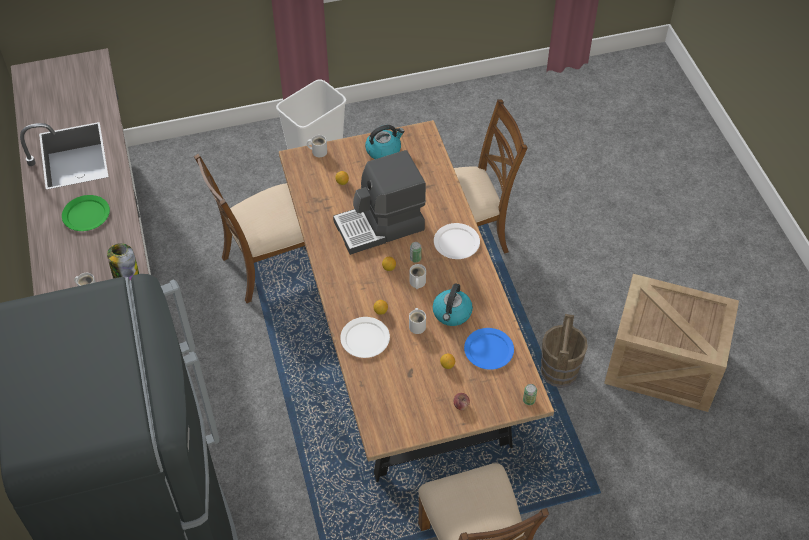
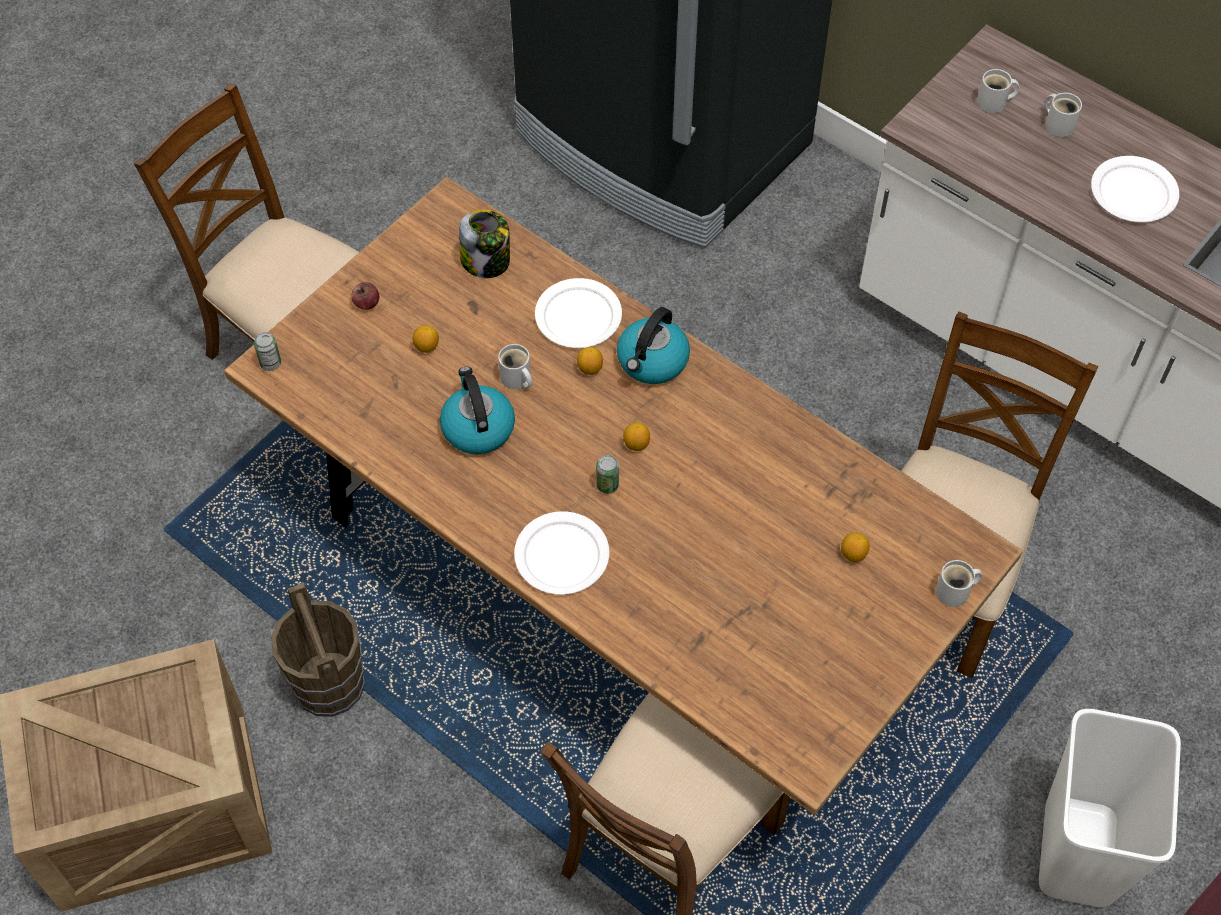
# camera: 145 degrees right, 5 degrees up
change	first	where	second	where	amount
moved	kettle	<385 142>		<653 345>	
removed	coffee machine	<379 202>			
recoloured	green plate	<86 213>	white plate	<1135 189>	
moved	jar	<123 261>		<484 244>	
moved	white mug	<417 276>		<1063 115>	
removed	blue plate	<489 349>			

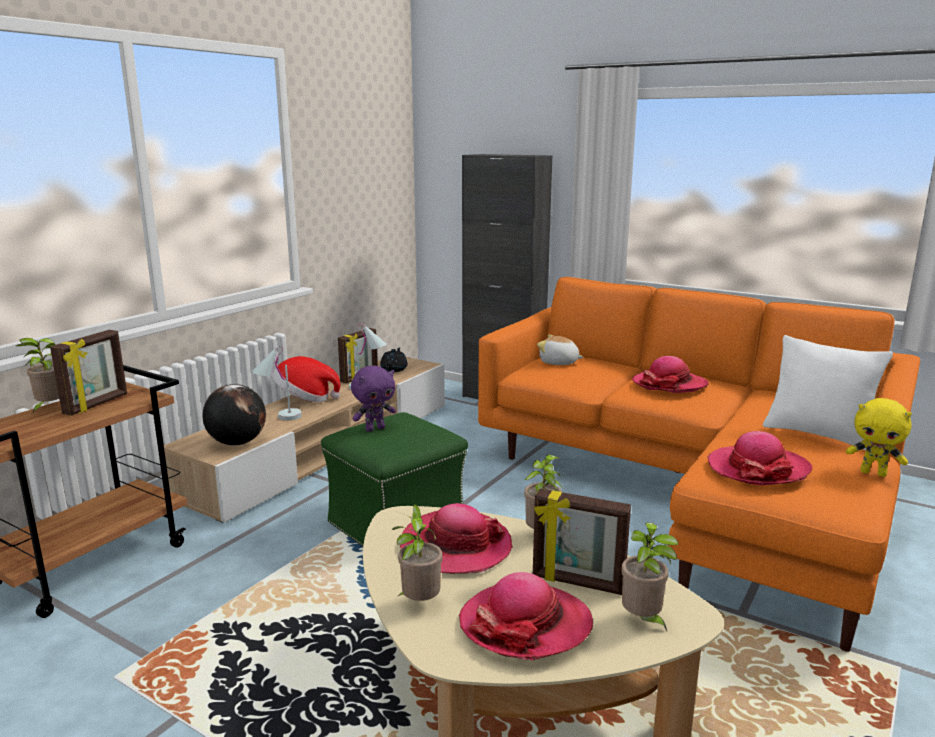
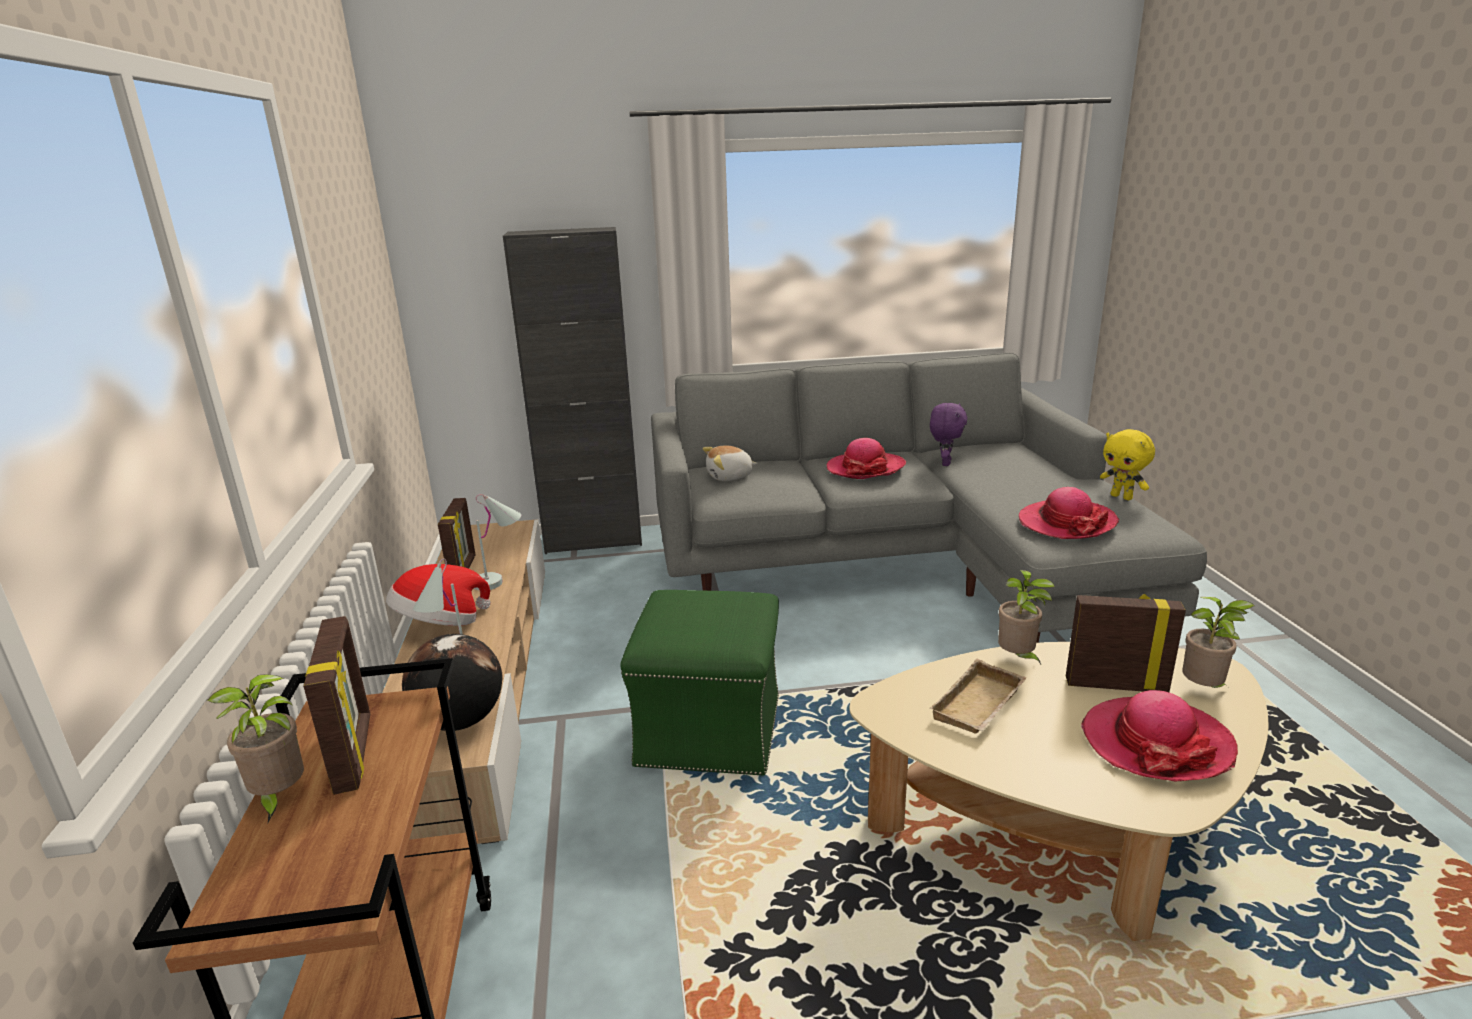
# camera: 40 degrees left, 5 degrees up
change	first	where	second	where	amount
recoloured	orange sofa	<699 464>	grey sofa	<929 498>	
removed	white pillow	<828 392>			
removed	black teapot	<394 359>			
moved	purple plush toy	<373 399>		<948 434>	
turned	yellow plush toy	<879 437>		<1127 464>	60 degrees clockwise
turned	picture frame	<582 542>		<1126 643>	150 degrees counterclockwise
replaced	hat	<456 538>	beige tray	<978 696>	
removed	potted plant	<417 552>			

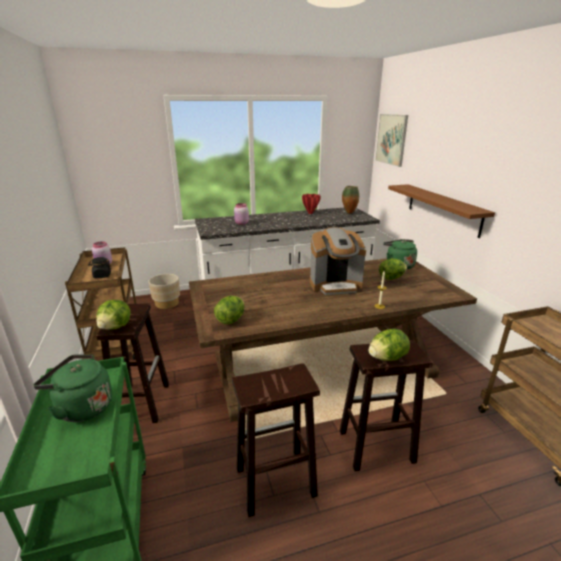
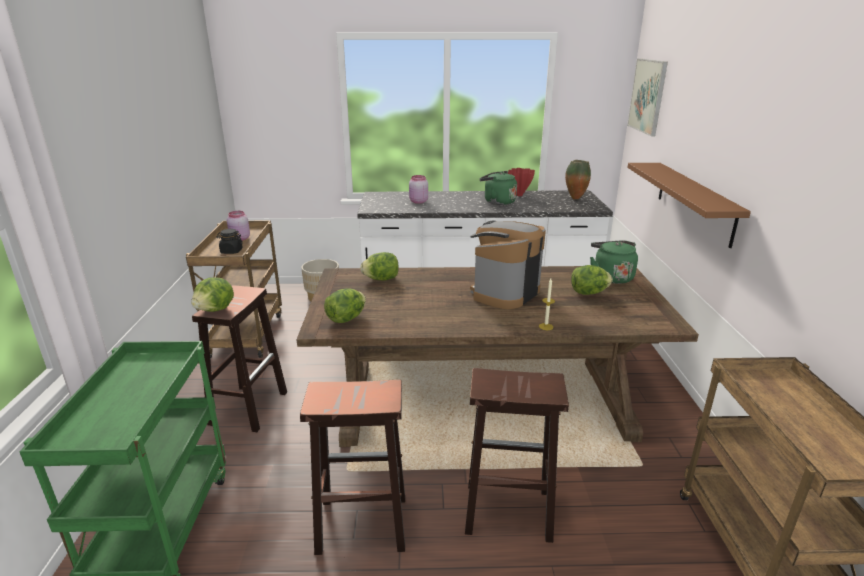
# camera: 15 degrees right, 0 degrees up
change	first	where	second	where	amount
turned	coffee machine	<338 261>		<508 264>	120 degrees clockwise
moved	lettuce	<389 345>		<379 266>	
moved	green kettle	<72 388>		<498 188>	

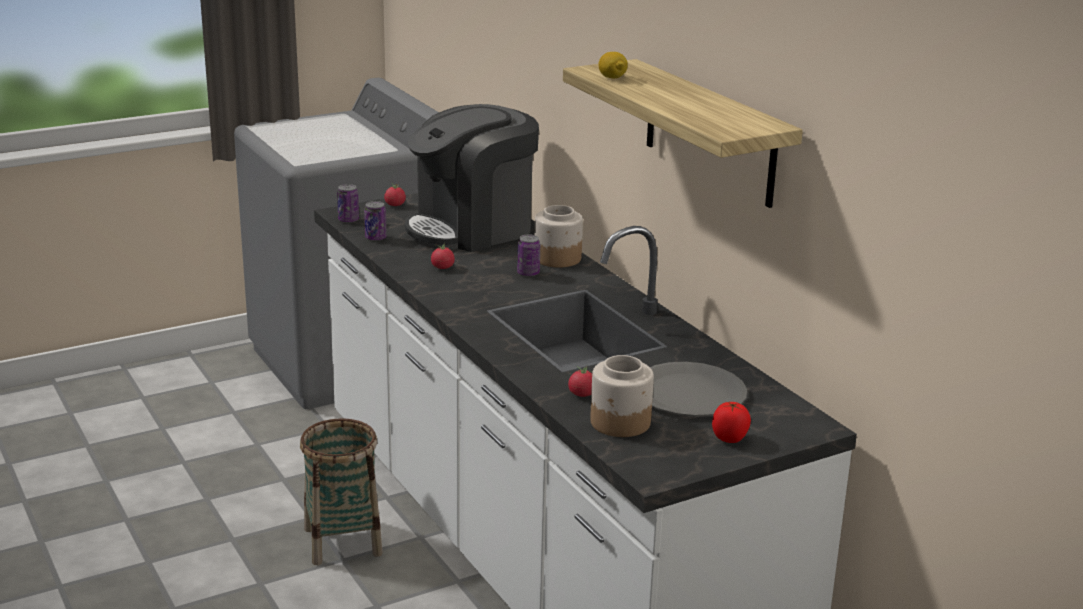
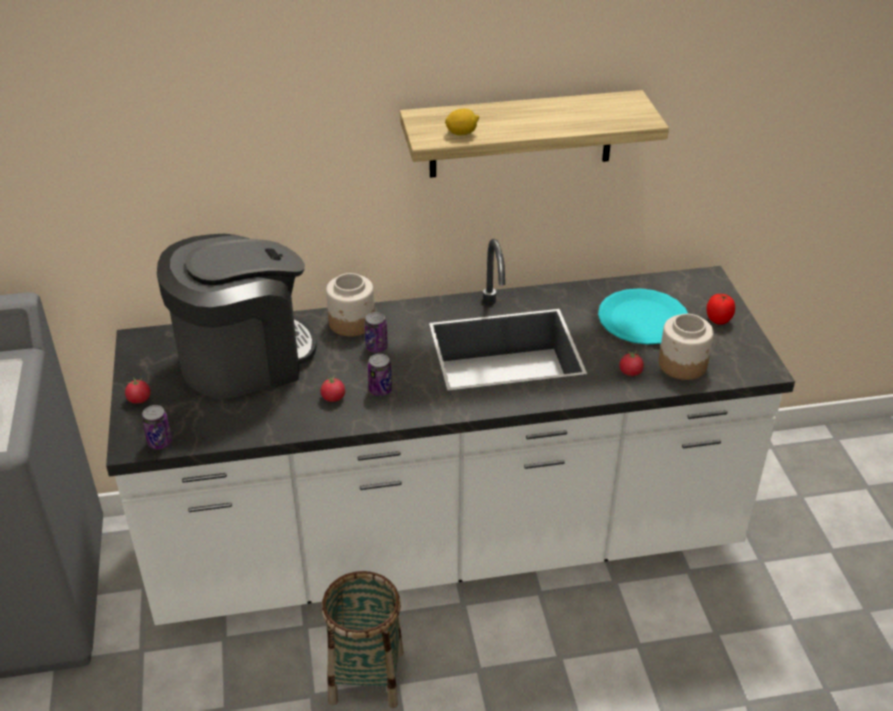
# camera: 70 degrees left, 15 degrees up
change	first	where	second	where	amount
turned	coffee machine	<472 178>		<237 316>	105 degrees counterclockwise
moved	can	<375 221>		<380 375>	
recoloured	grey plate	<698 389>	turquoise plate	<643 316>	

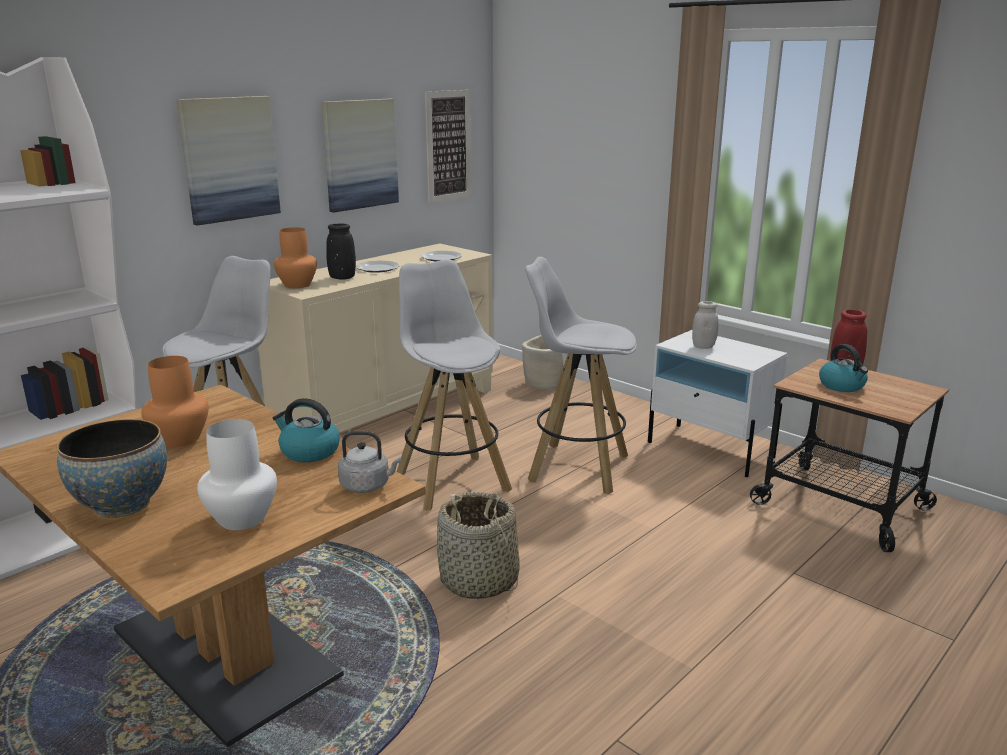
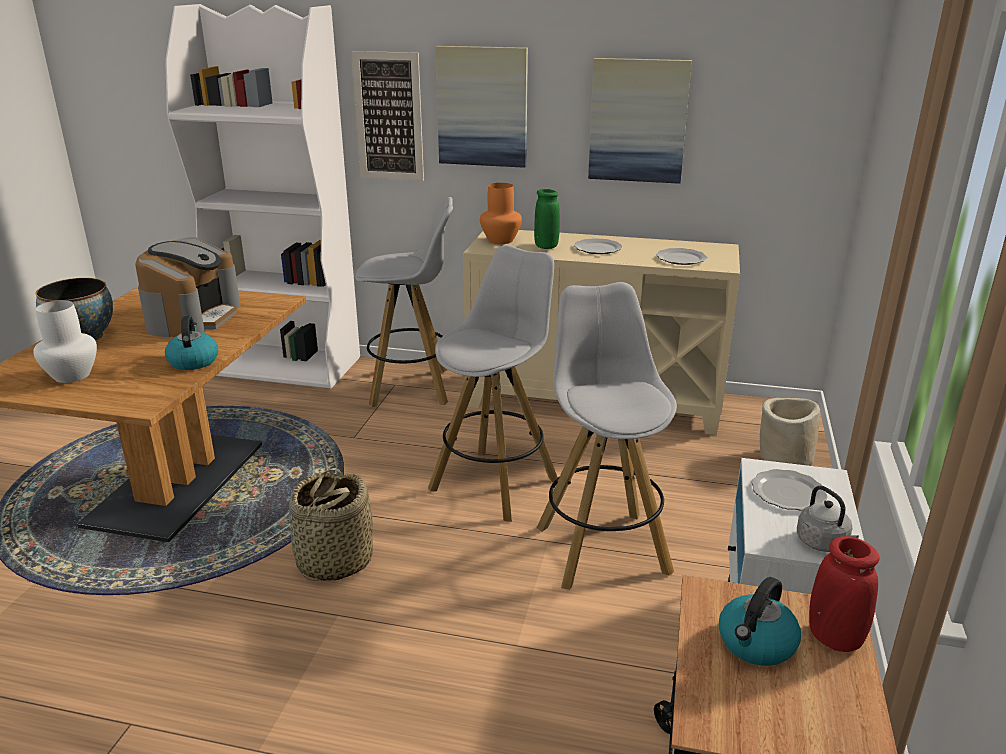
# camera: 60 degrees right, 5 degrees up
change	first	where	second	where	amount
moved	picture	<448 146>		<387 116>	
recoloured	black vase	<341 252>	green vase	<547 219>	
replaced	white jar	<705 325>	plate	<789 490>	
replaced	orange vase	<175 401>	coffee machine	<188 287>	
moved	grey kettle	<369 462>		<828 519>	

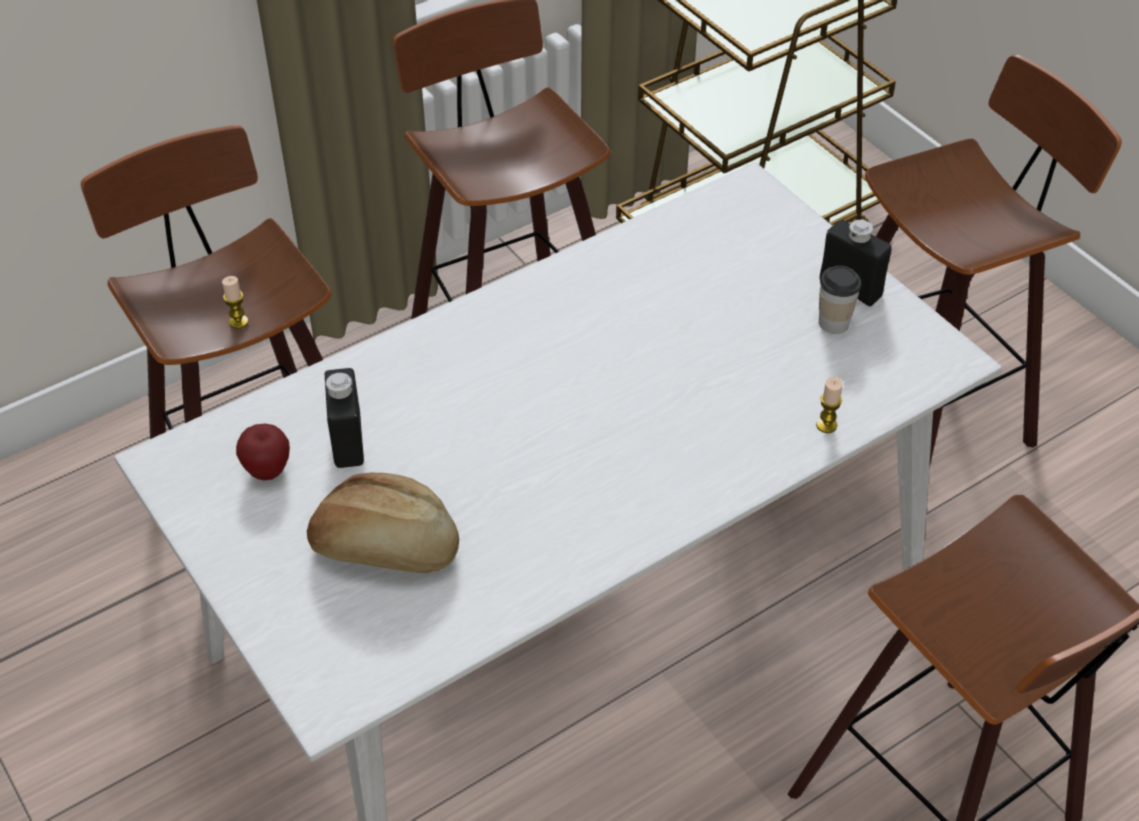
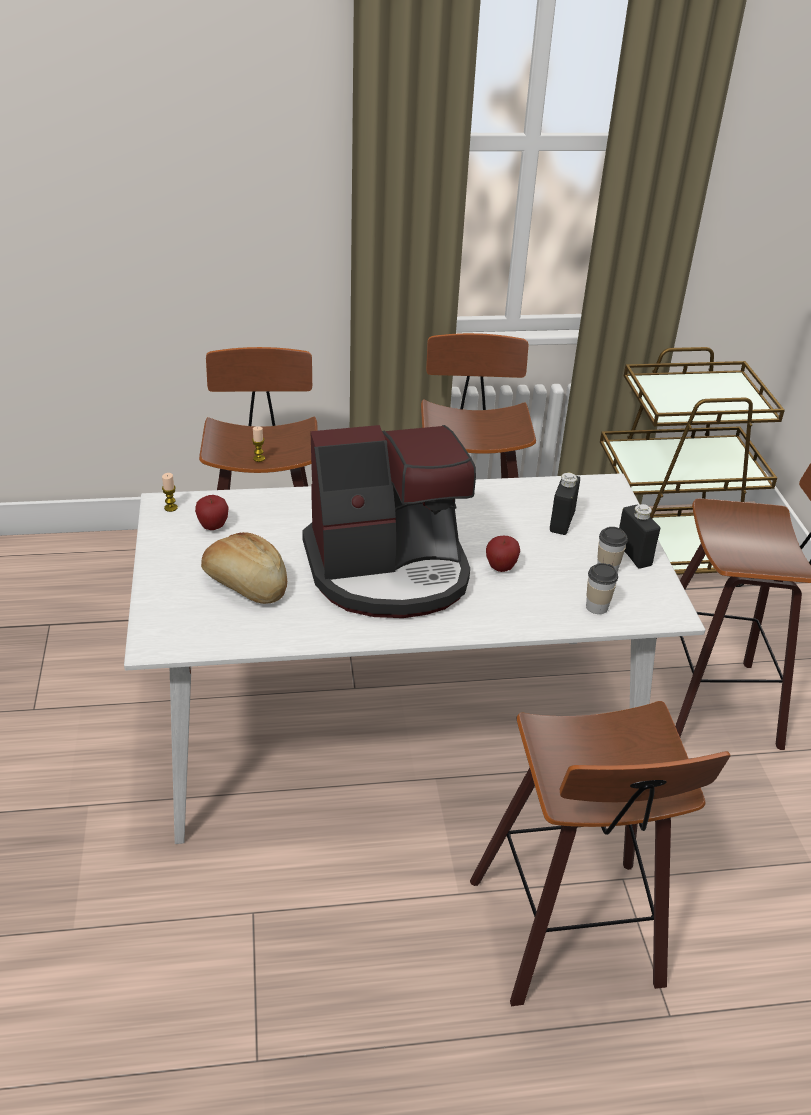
# camera: 25 degrees right, 10 degrees down
change	first	where	second	where	amount
moved	black bottle	<344 418>		<565 504>	
moved	candle	<829 405>		<170 492>	
added			coffee machine	<389 521>	
added			apple	<503 554>	
added			cup	<602 588>	

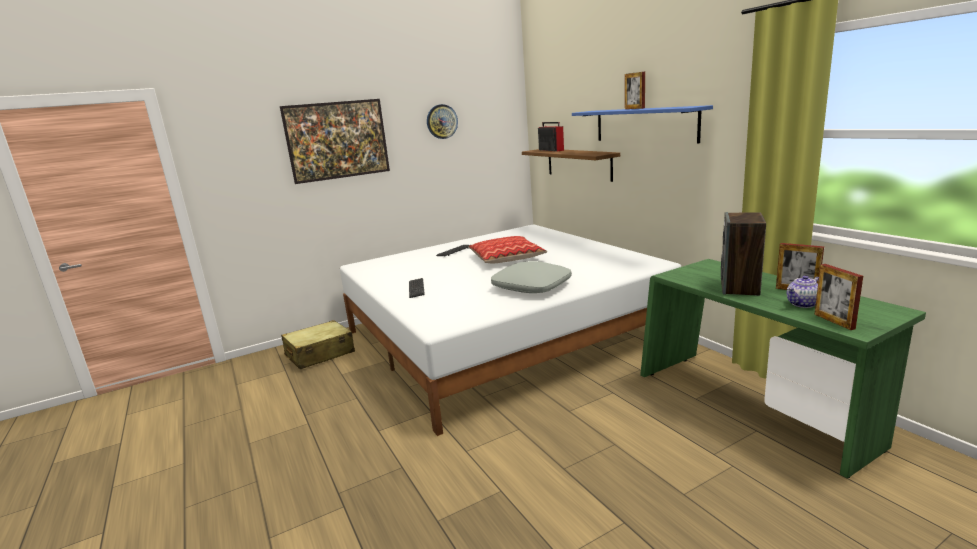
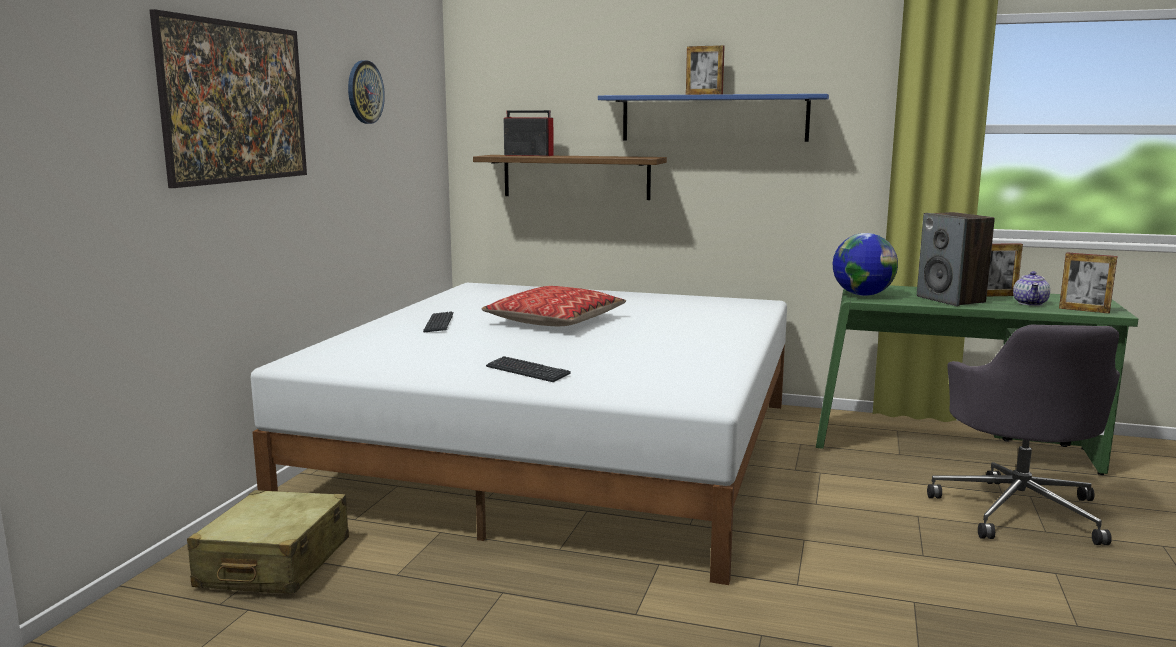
# camera: 45 degrees left, 5 degrees down
change	first	where	second	where	amount
removed	grey pillow	<531 277>			
added			globe	<865 264>	
added			grey office chair	<1023 435>	

